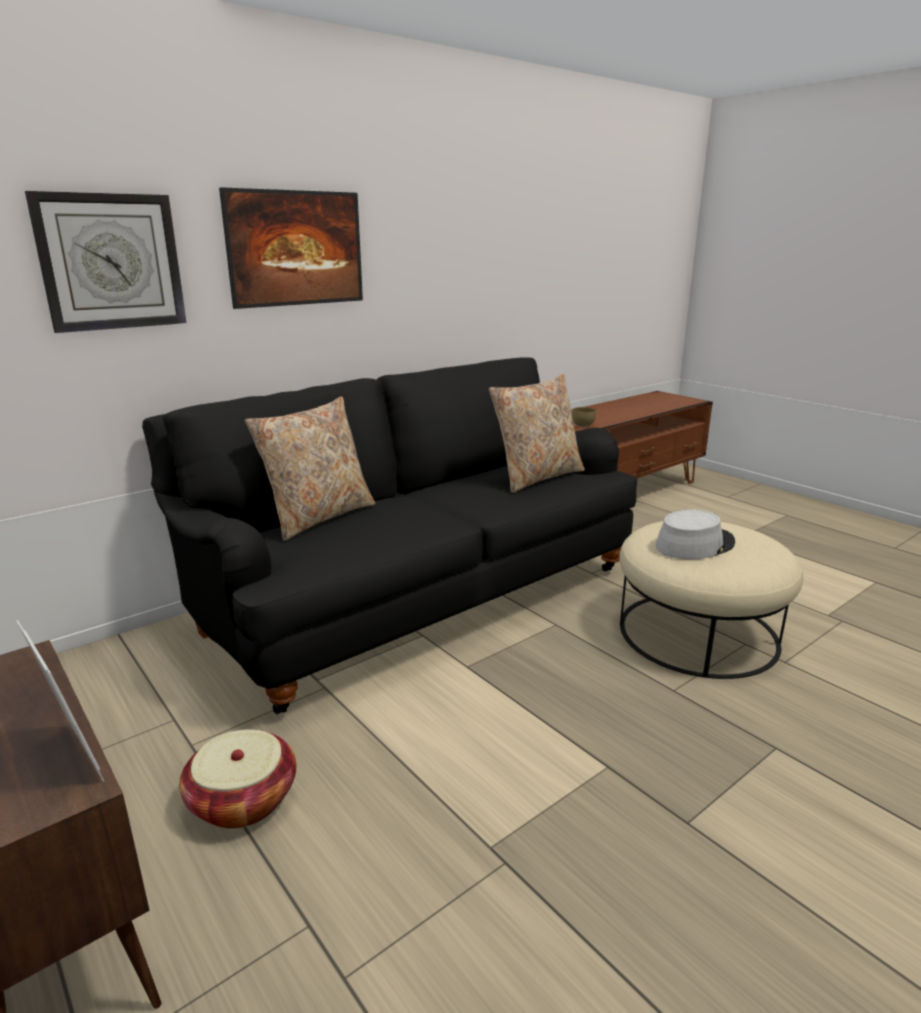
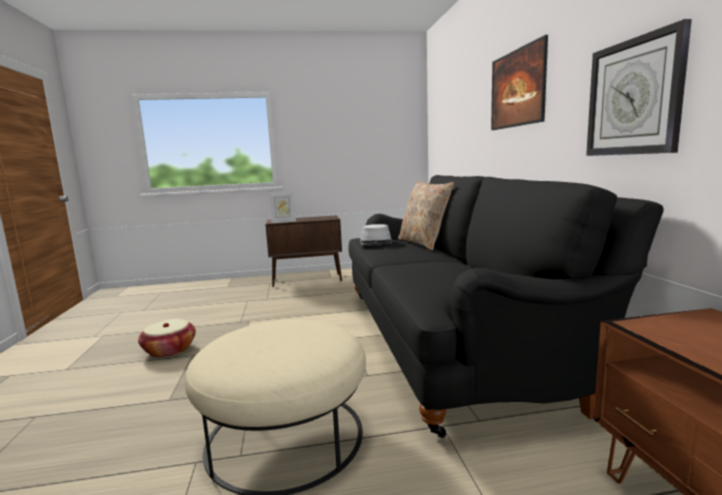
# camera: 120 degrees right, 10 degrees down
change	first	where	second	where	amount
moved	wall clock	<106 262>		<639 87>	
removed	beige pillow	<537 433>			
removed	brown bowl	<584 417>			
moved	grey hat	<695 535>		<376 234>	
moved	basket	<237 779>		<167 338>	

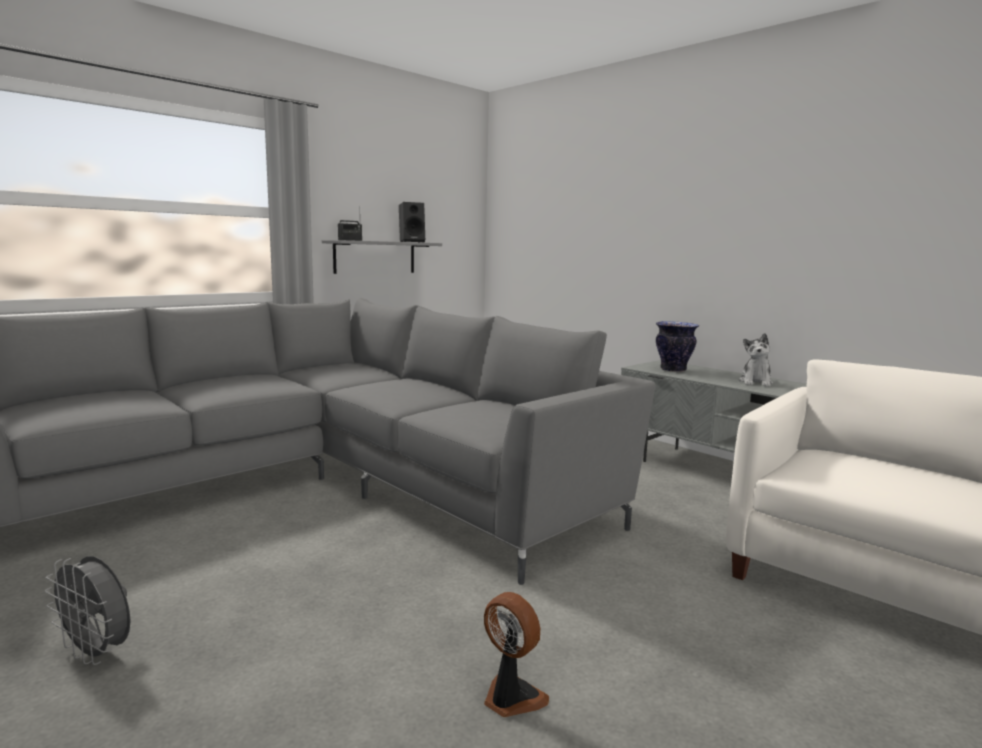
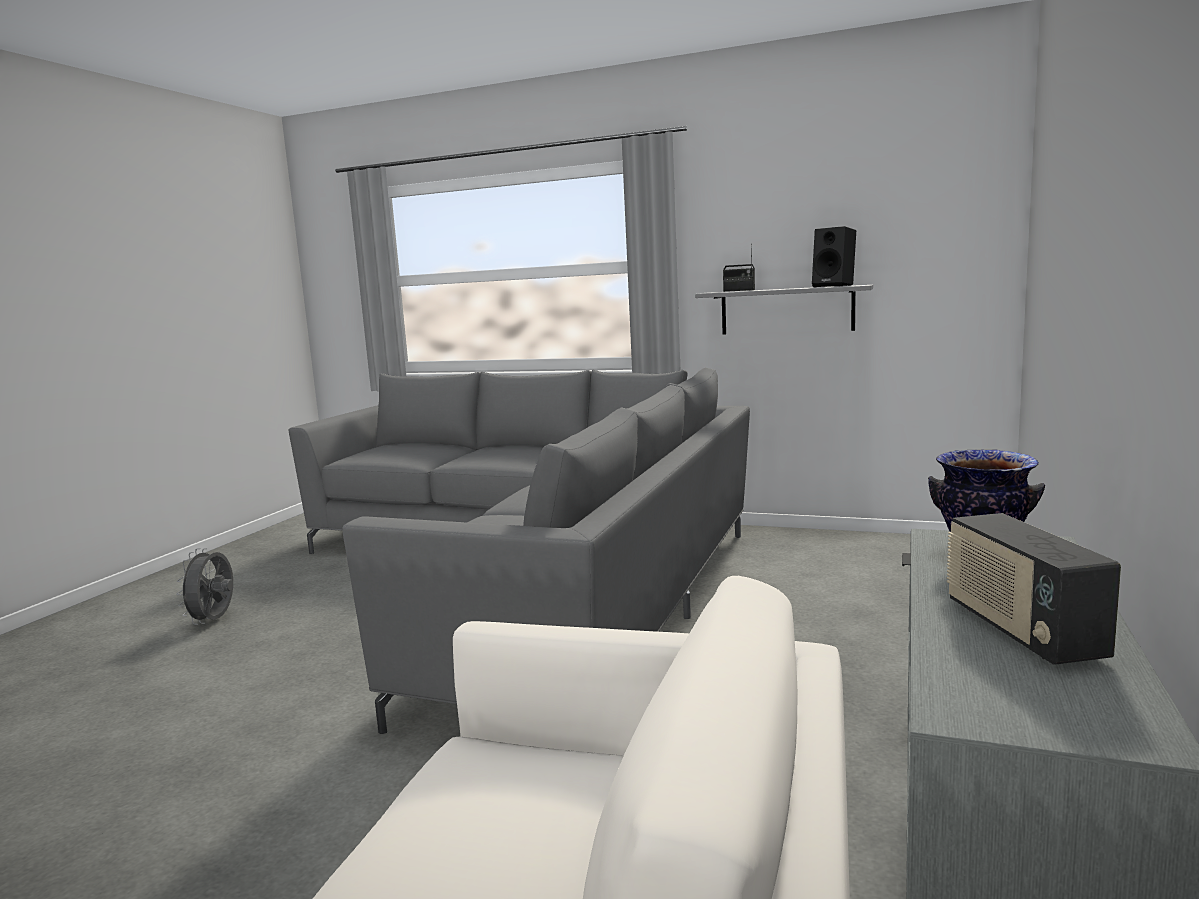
# camera: 65 degrees right, 0 degrees up
change	first	where	second	where	amount
replaced	plush toy	<756 360>	radio	<1034 589>	
removed	fan	<516 654>			

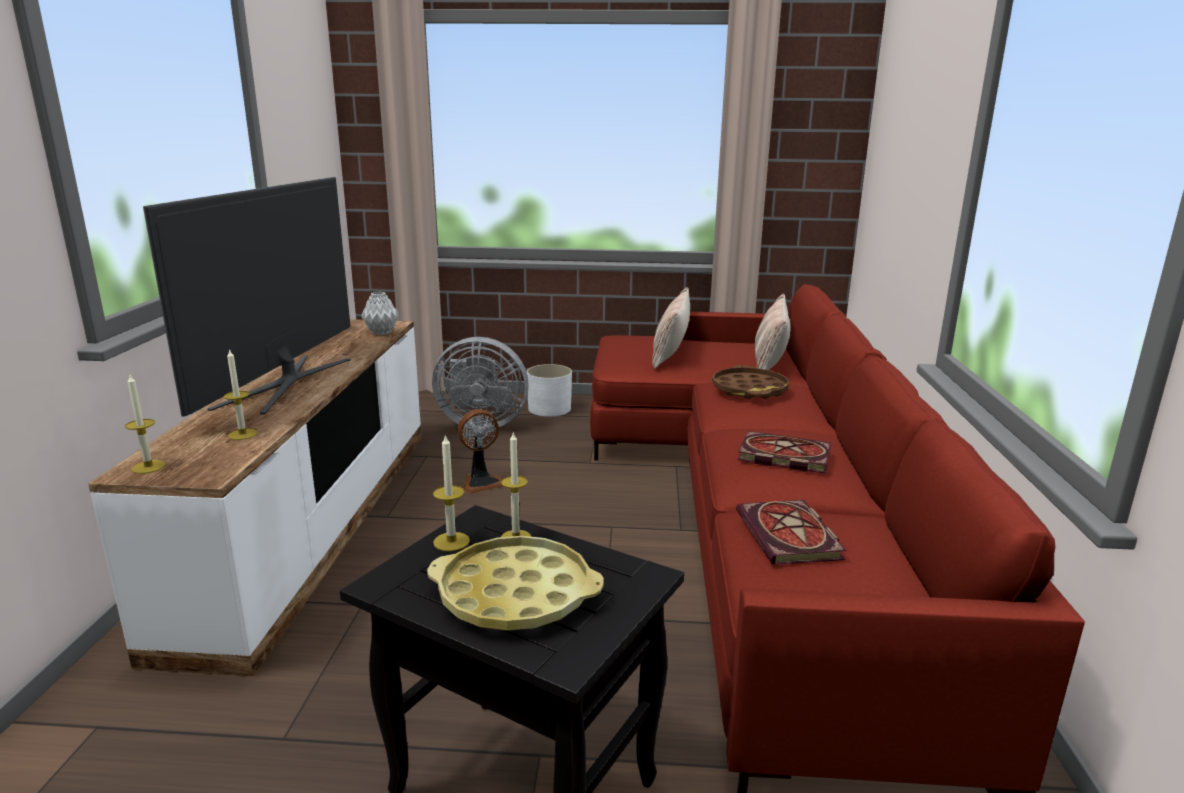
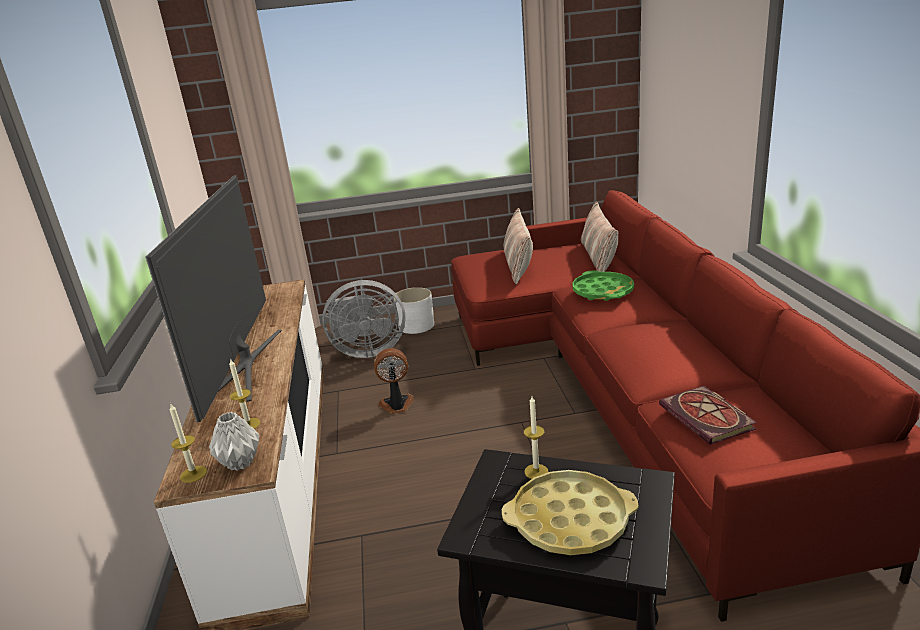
# camera: 10 degrees left, 5 degrees up
change	first	where	second	where	amount
moved	grey vase	<380 313>		<234 441>	
recoloured	brown tray	<751 382>	green tray	<603 285>	
turned	fan	<480 451>		<394 381>	150 degrees counterclockwise
removed	book	<784 452>			
removed	candle	<451 492>			

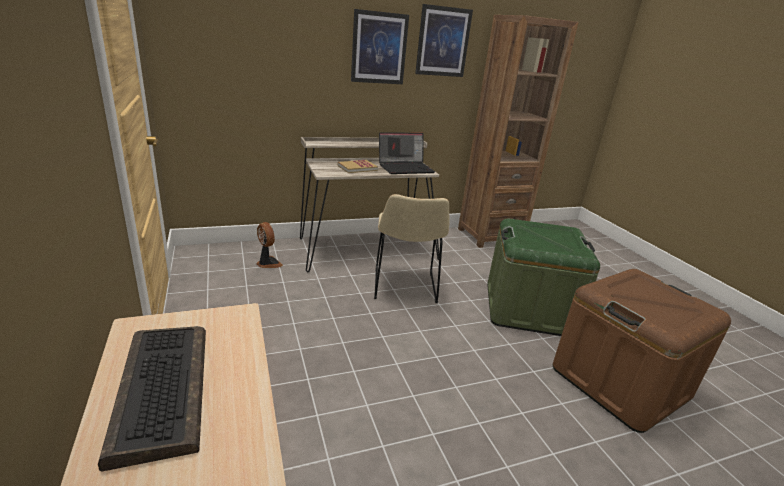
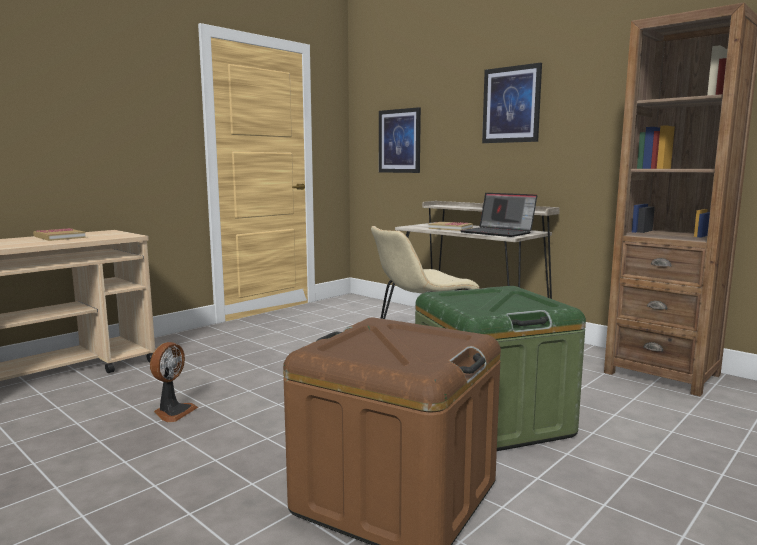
# camera: 65 degrees right, 15 degrees down
change	first	where	second	where	amount
moved	picture	<444 40>		<400 140>	
moved	fan	<269 245>		<174 382>	
replaced	keyboard	<152 398>	book	<59 234>	

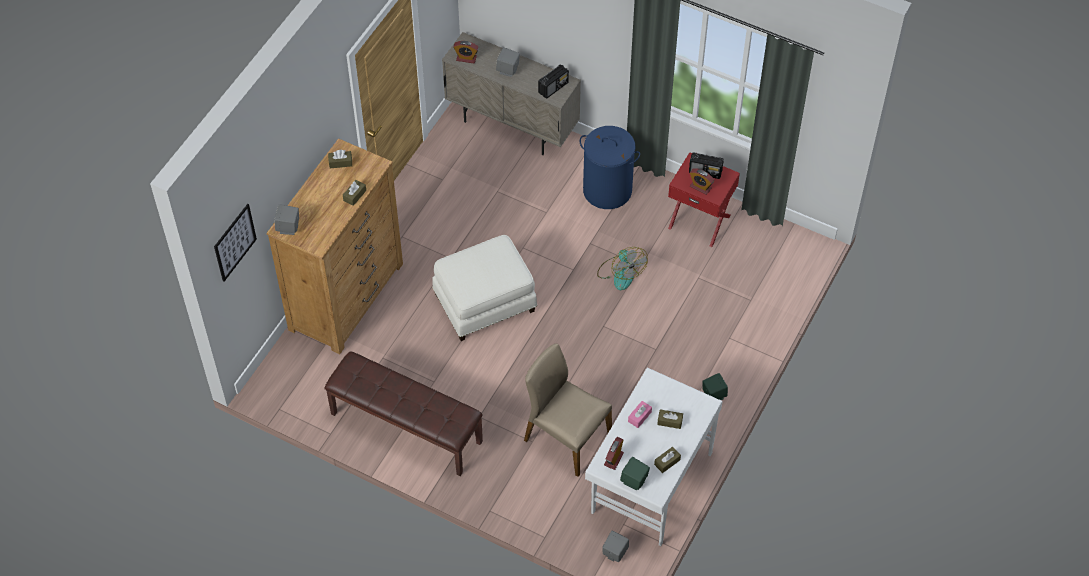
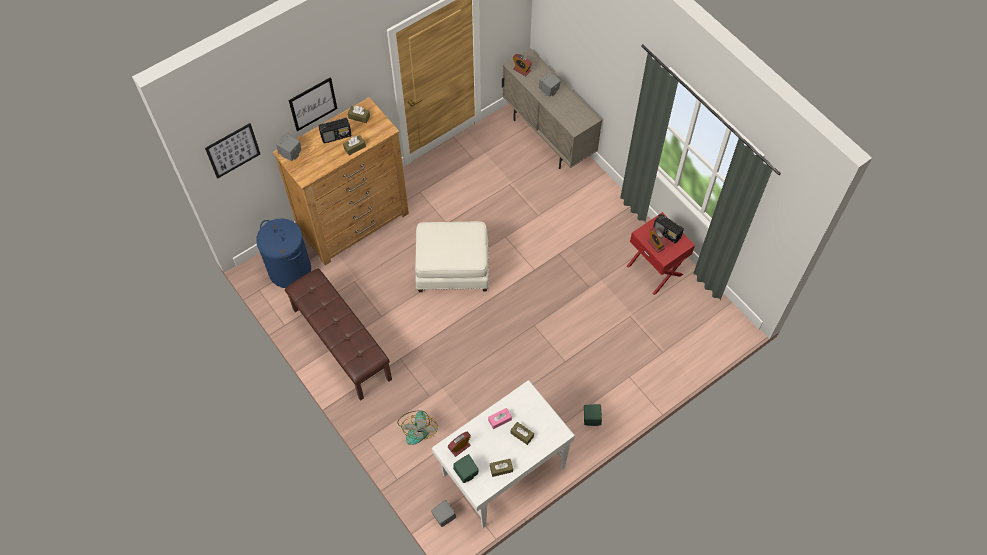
# camera: 25 degrees right, 5 degrees up
change	first	where	second	where	amount
moved	radio	<553 81>		<335 131>	
moved	blue laundry basket	<610 167>		<283 253>	
moved	fan	<622 268>		<417 428>	
removed	beige chair	<568 410>			
added			picture	<312 104>	

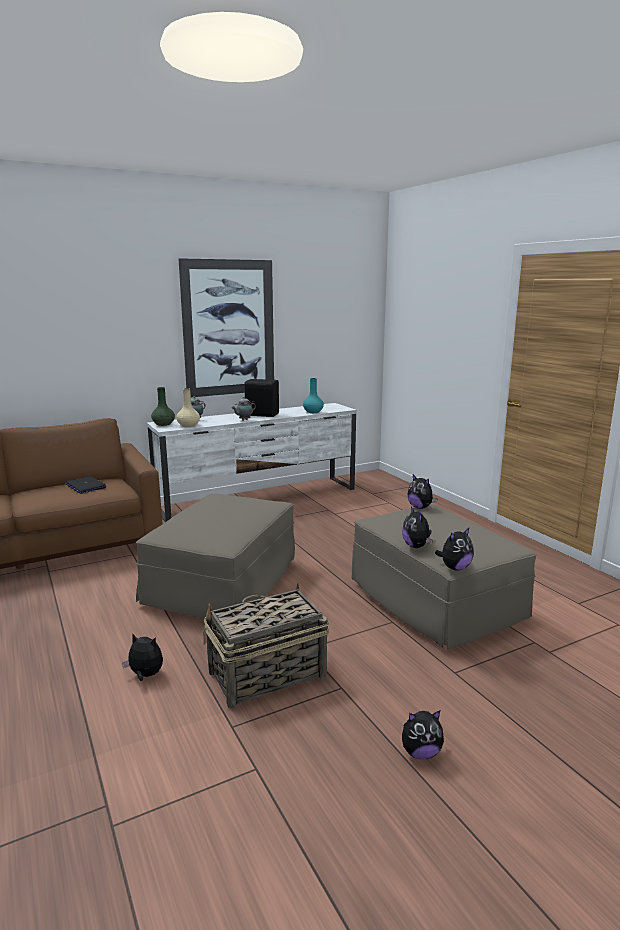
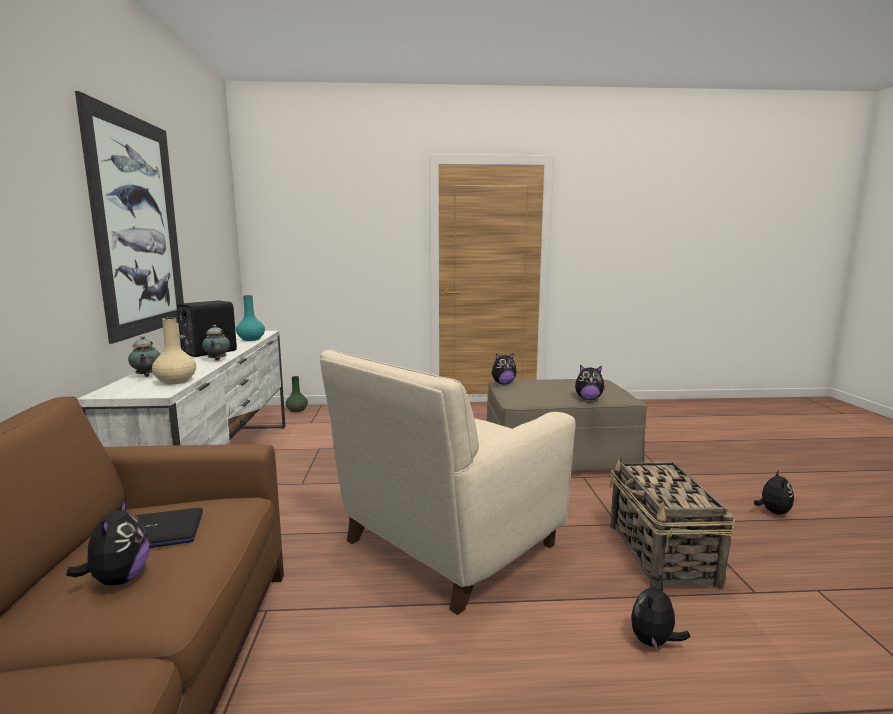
# camera: 65 degrees left, 5 degrees down
change	first	where	second	where	amount
moved	green vase	<163 406>		<297 394>	
replaced	beige ottoman	<215 556>	beige armchair	<447 482>	
moved	plush toy	<454 549>		<108 541>	

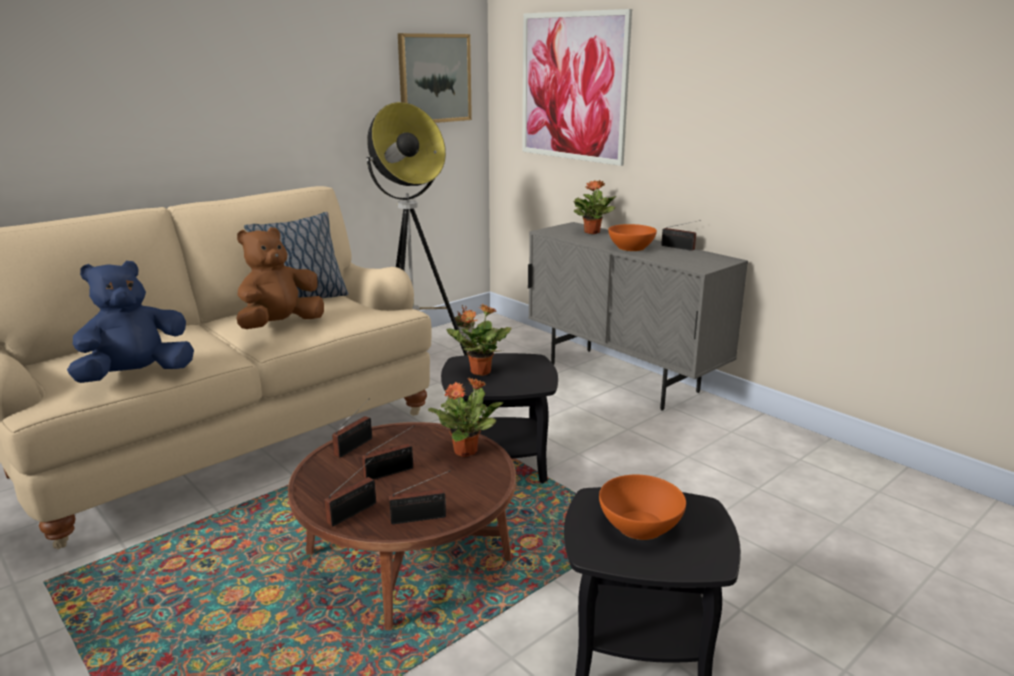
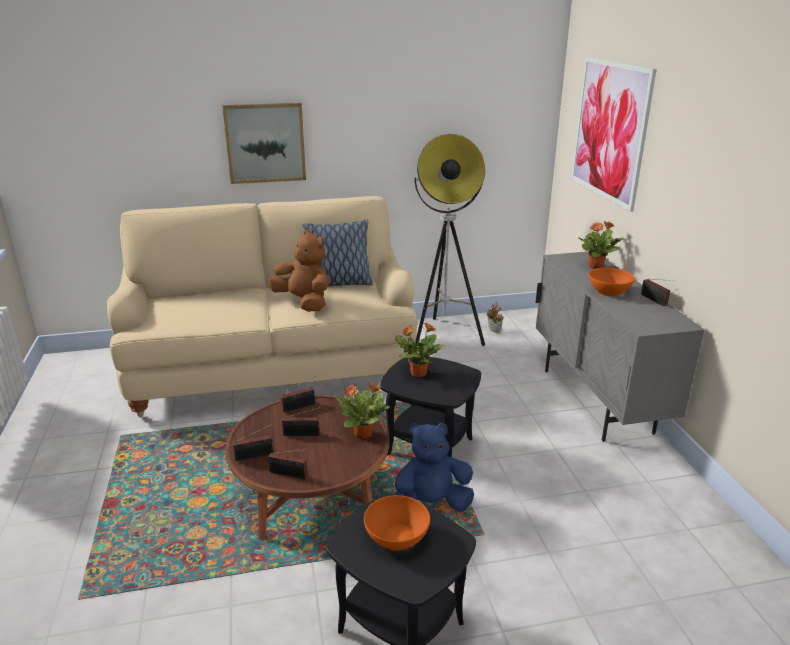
# camera: 30 degrees right, 5 degrees up
change	first	where	second	where	amount
moved	picture	<435 78>		<264 143>	
turned	brown plush toy	<280 278>		<298 271>	60 degrees clockwise
moved	blue plush toy	<130 322>		<434 467>	

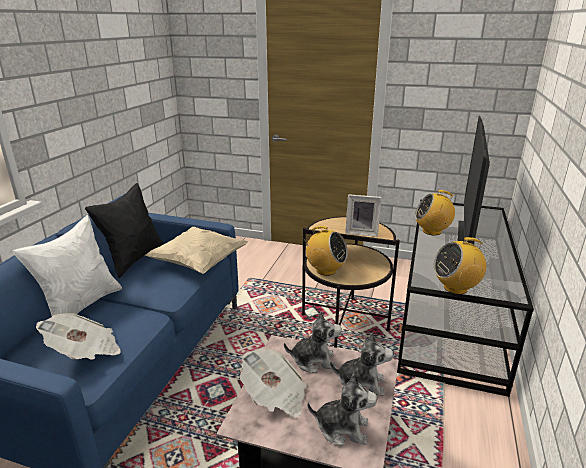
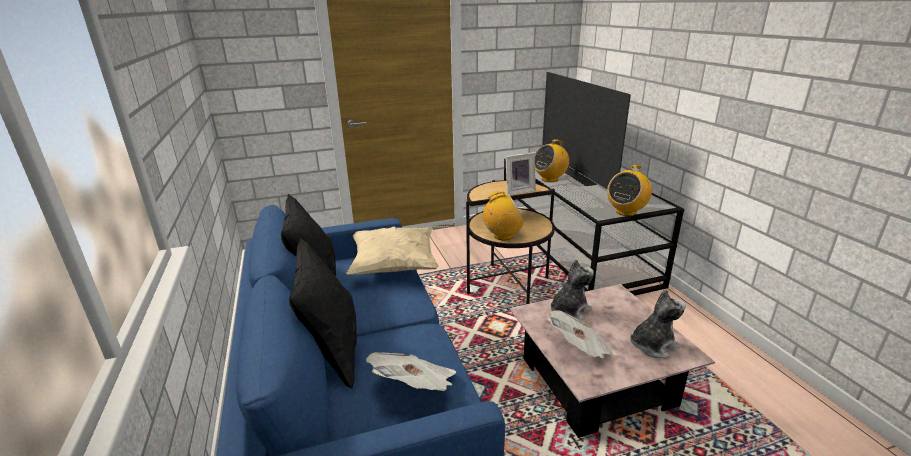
# camera: 35 degrees left, 0 degrees up
change	first	where	second	where	amount
recoloured	white pillow	<67 265>	black pillow	<323 313>	
removed	plush toy	<361 364>			

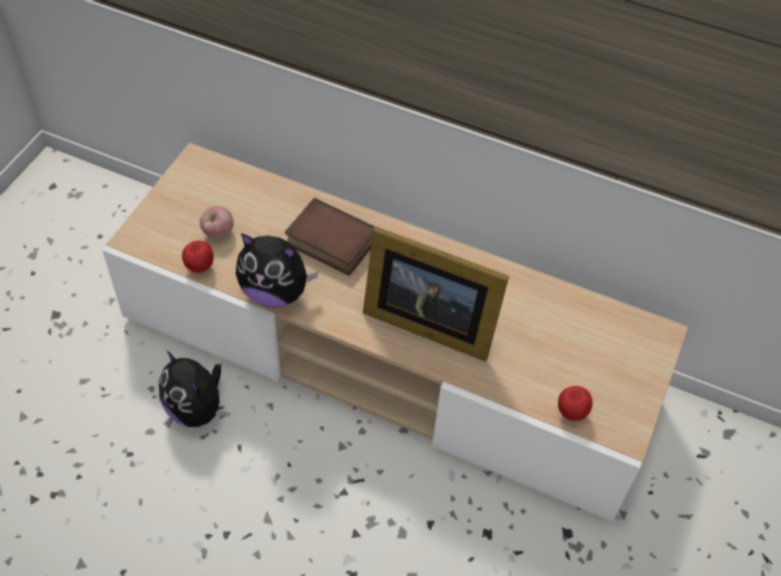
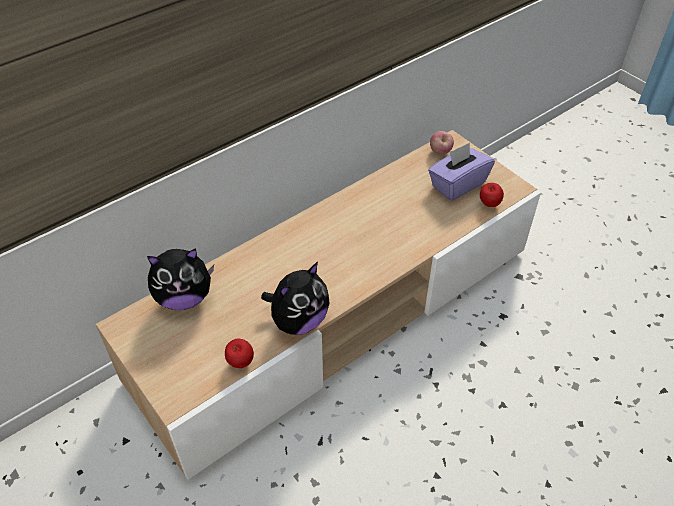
# camera: 60 degrees left, 5 degrees down
change	first	where	second	where	amount
removed	book	<330 237>			
moved	apple	<217 222>		<442 142>	
removed	picture frame	<436 294>			
moved	plush toy	<194 388>		<180 279>	
added			purple tissue box	<461 172>	

